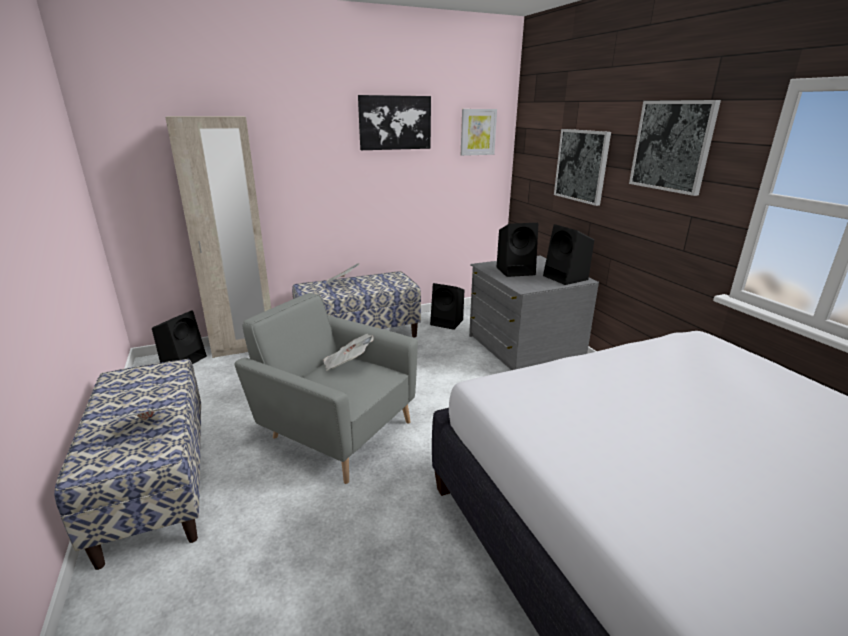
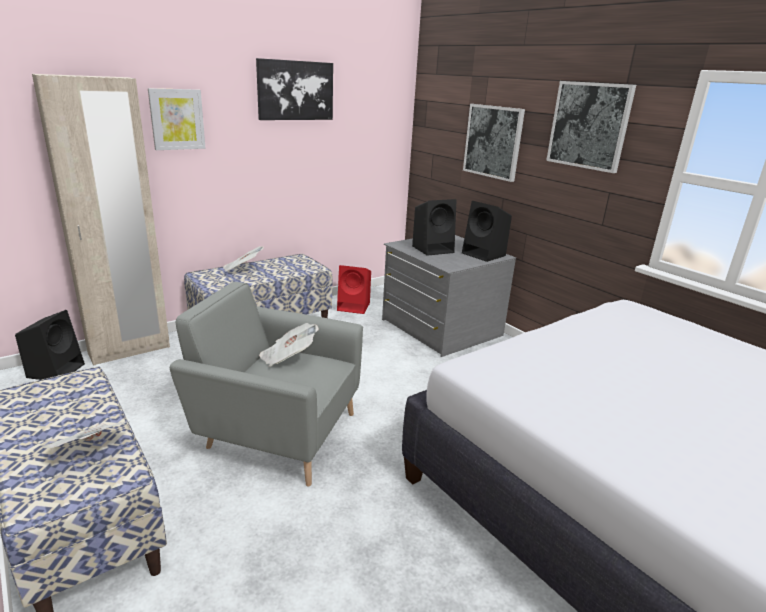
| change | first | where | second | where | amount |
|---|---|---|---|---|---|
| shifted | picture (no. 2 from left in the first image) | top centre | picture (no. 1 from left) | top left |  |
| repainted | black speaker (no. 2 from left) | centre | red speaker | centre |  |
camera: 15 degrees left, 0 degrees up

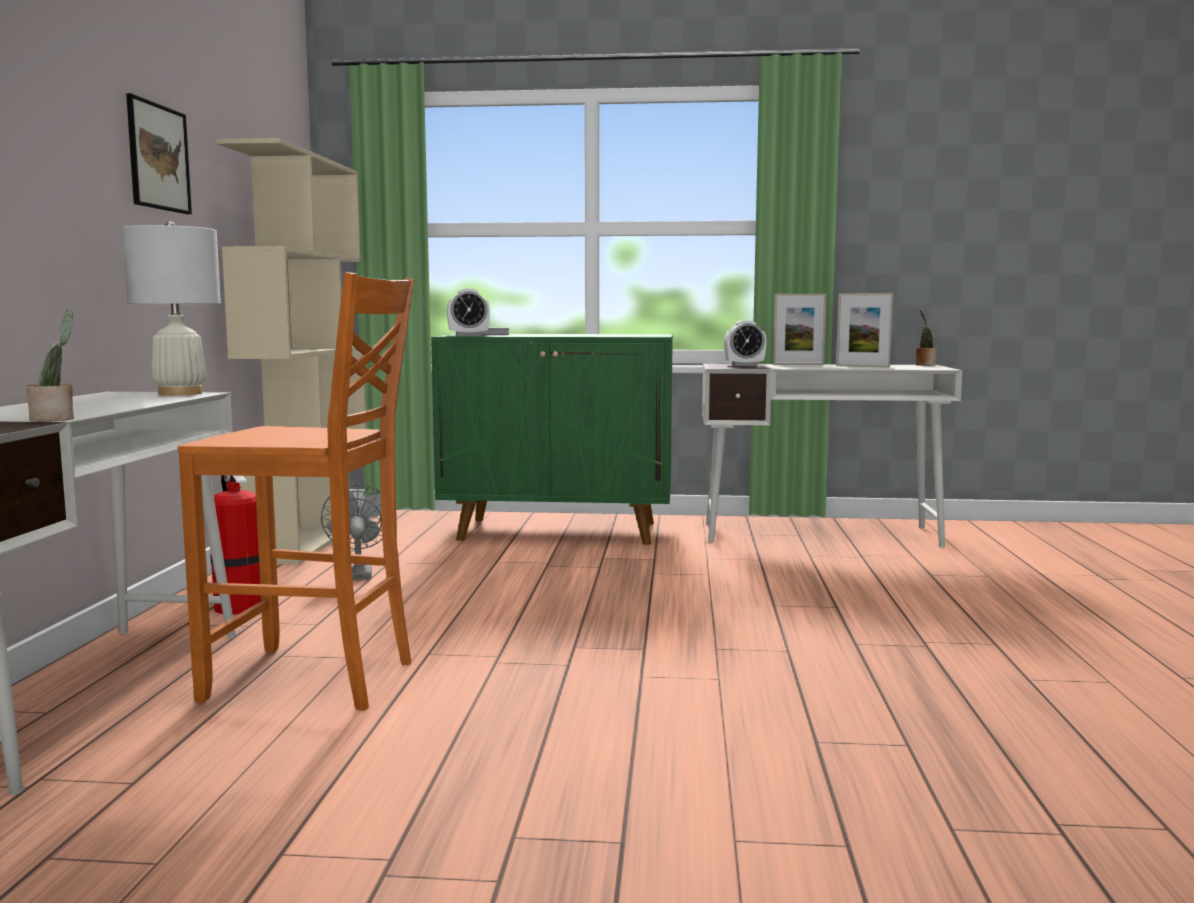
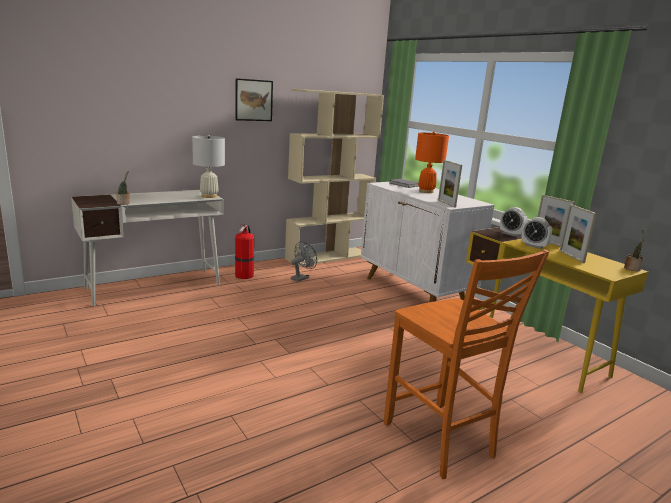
| change | first | where | second | where | amount |
|---|---|---|---|---|---|
| shifted | orange chair | middle left |  | bottom right |  |
| shifted | alarm clock (no. 1 from left in the first image) | centre | alarm clock (no. 2 from left) | middle right |  |
| repainted | green cabinet | centre | white cabinet | centre |  |
| repainted | white desk (no. 2 from left) | middle right | yellow desk | middle right |  |
| new |  |  | orange table lamp | top centre |  |
| new |  |  | picture frame (no. 1 from left) | middle right |  |
camera: 50 degrees right, 10 degrees up

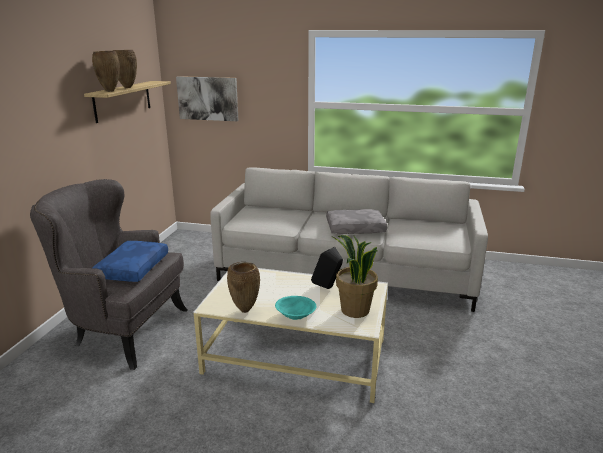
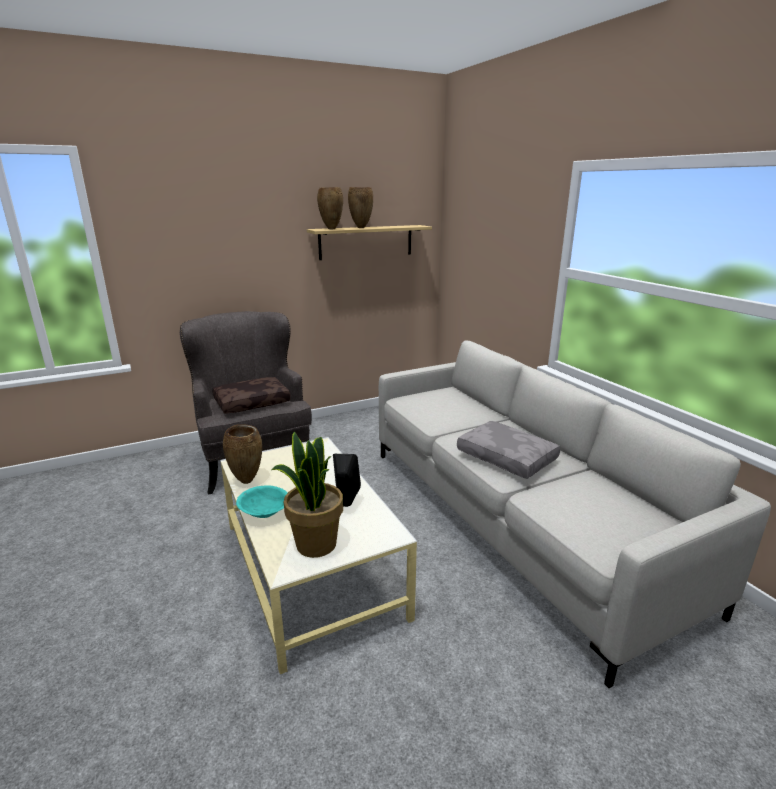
| change | first | where | second | where | amount |
|---|---|---|---|---|---|
| gone | picture | top centre |  |  |  |
| repainted | blue pillow | middle left | brown pillow | middle left |  |
camera: 50 degrees right, 0 degrees up

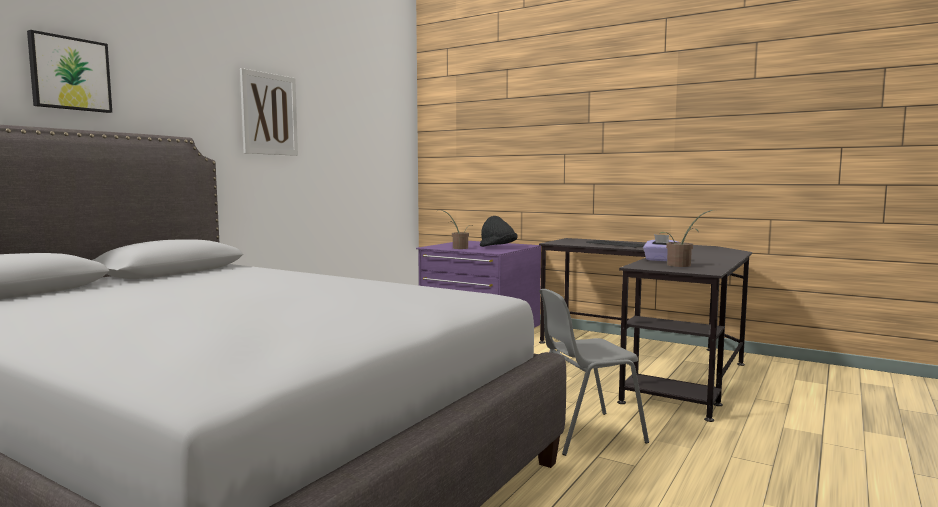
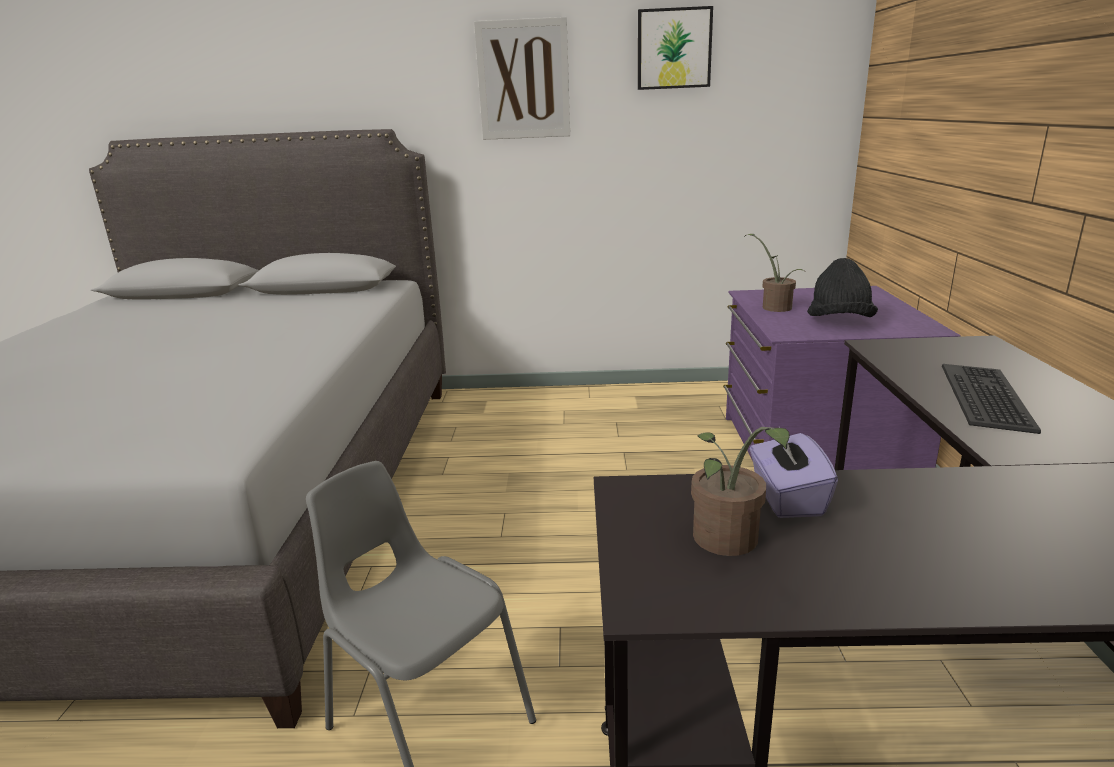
| change | first | where | second | where | amount |
|---|---|---|---|---|---|
| shifted | picture (no. 1 from left in the first image) | top left | picture (no. 2 from left) | top centre |  |
camera: 60 degrees right, 15 degrees up

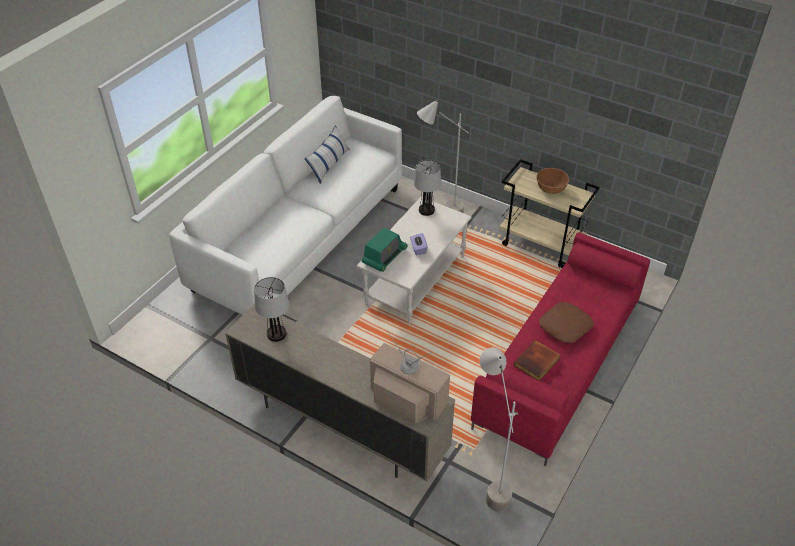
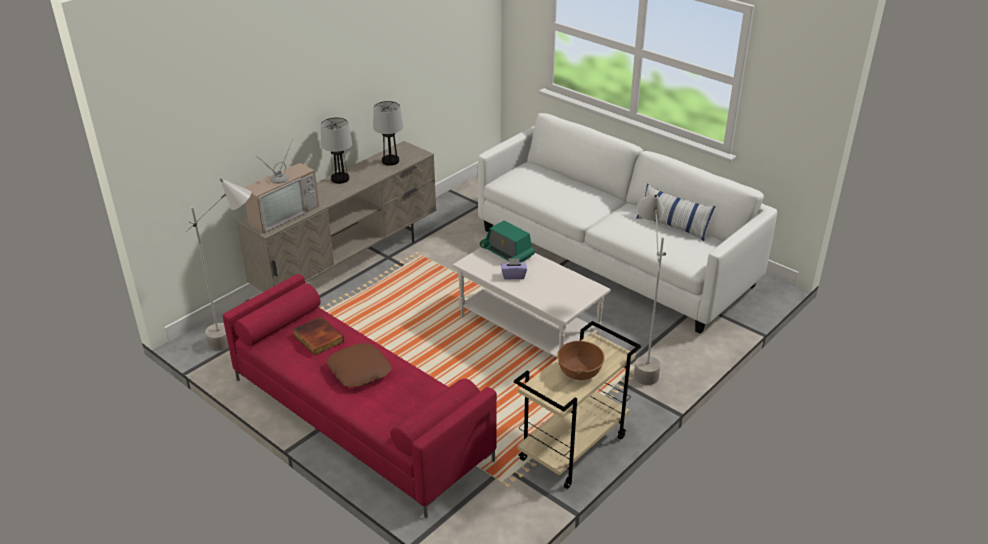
| change | first | where | second | where | amount |
|---|---|---|---|---|---|
| shifted | table lamp (no. 2 from left in the first image) | centre | table lamp (no. 1 from left) | top centre |  |
camera: 100 degrees right, 10 degrees down

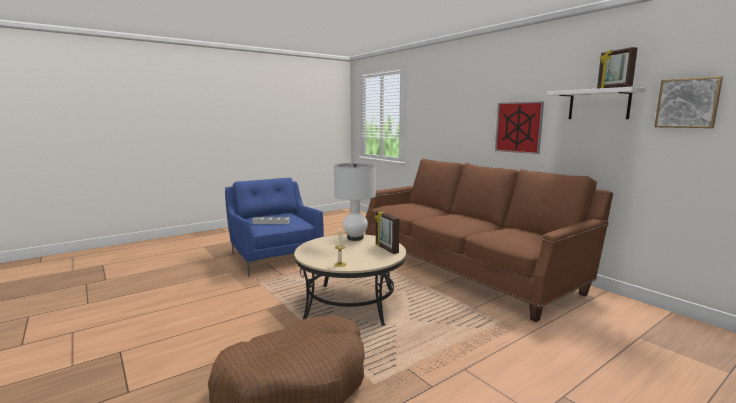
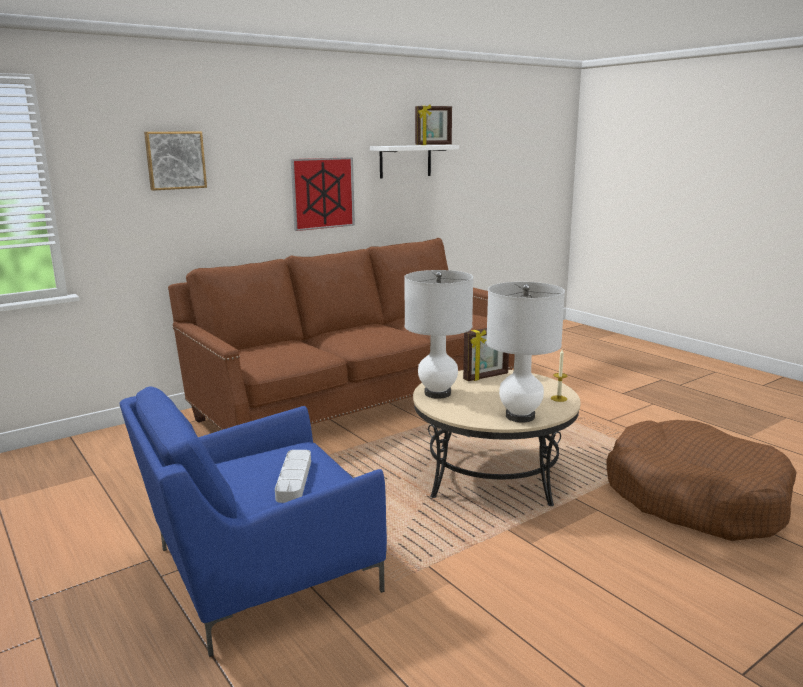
| change | first | where | second | where | amount |
|---|---|---|---|---|---|
| shifted | picture (no. 2 from left in the first image) | top right | picture (no. 1 from left) | top left |  |
| new |  |  | white table lamp (no. 2 from left) | centre |  |
camera: 90 degrees left, 5 degrees up

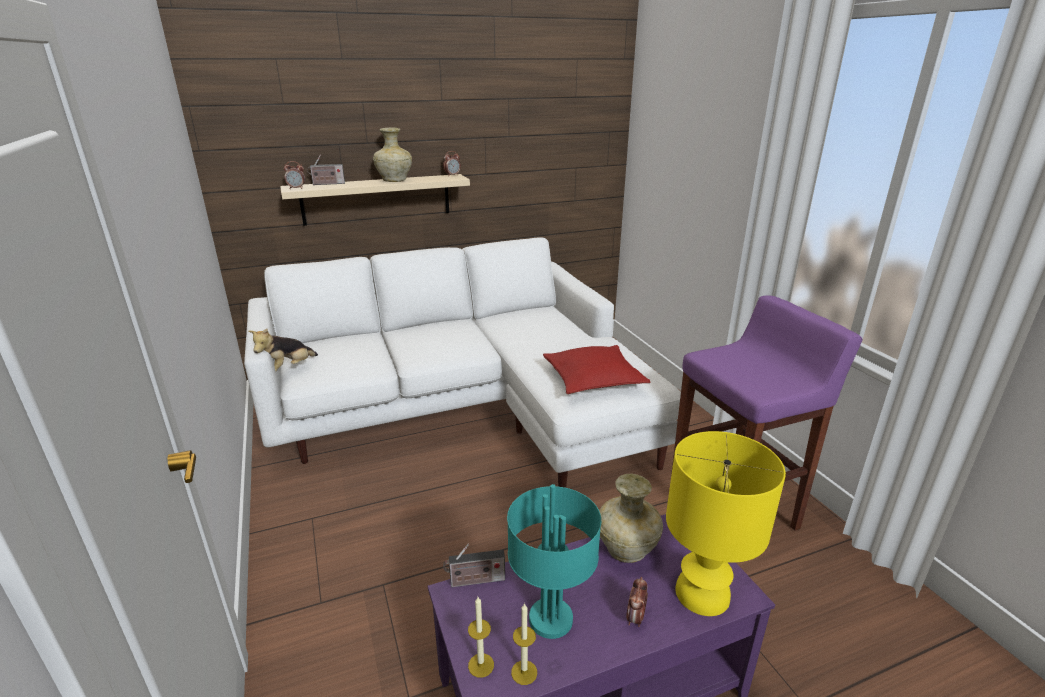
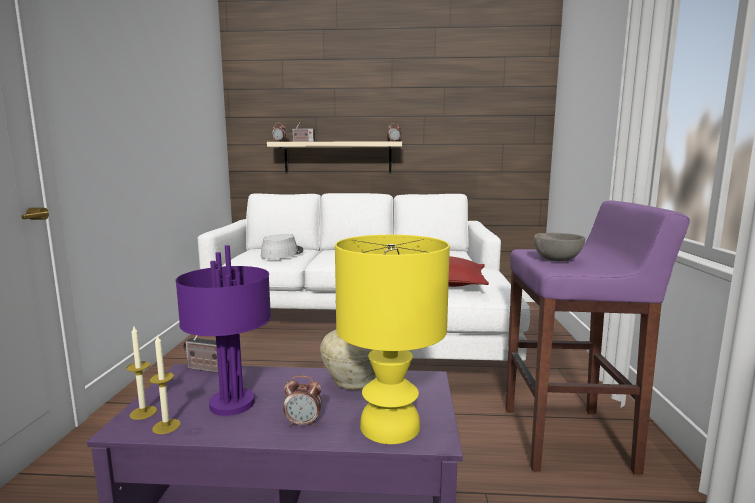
| change | first | where | second | where | amount |
|---|---|---|---|---|---|
| gone | beige vase (no. 1 from left) | top centre |  |  |  |
| gone | plush toy | middle left |  |  |  |
| repainted | turquoise table lamp | bottom centre | purple table lamp | middle left |  |
| rotated | alarm clock (no. 3 from left in the first image) | bottom centre | alarm clock (no. 2 from left) | bottom centre | 135 degrees counterclockwise |
| new |  |  | grey bowl | middle right |  |
| new |  |  | grey hat | centre |  |
camera: 25 degrees right, 15 degrees down

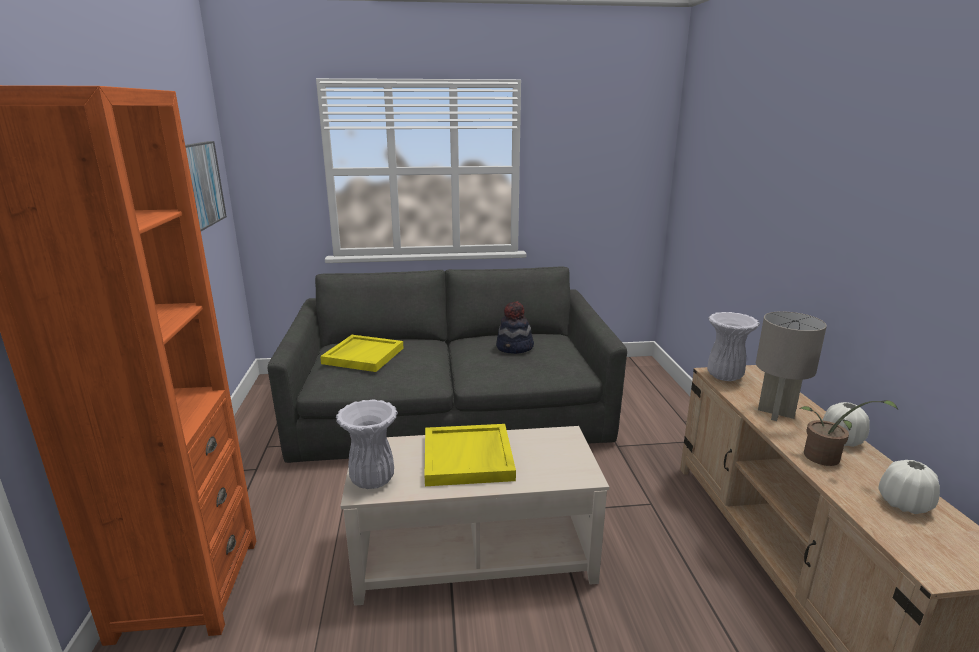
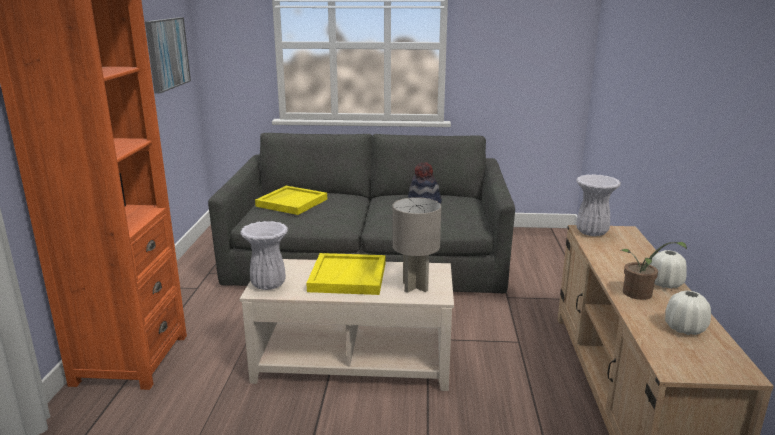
| change | first | where | second | where | amount |
|---|---|---|---|---|---|
| shifted | grey table lamp | middle right |  | centre |  |
camera: 10 degrees right, 0 degrees up

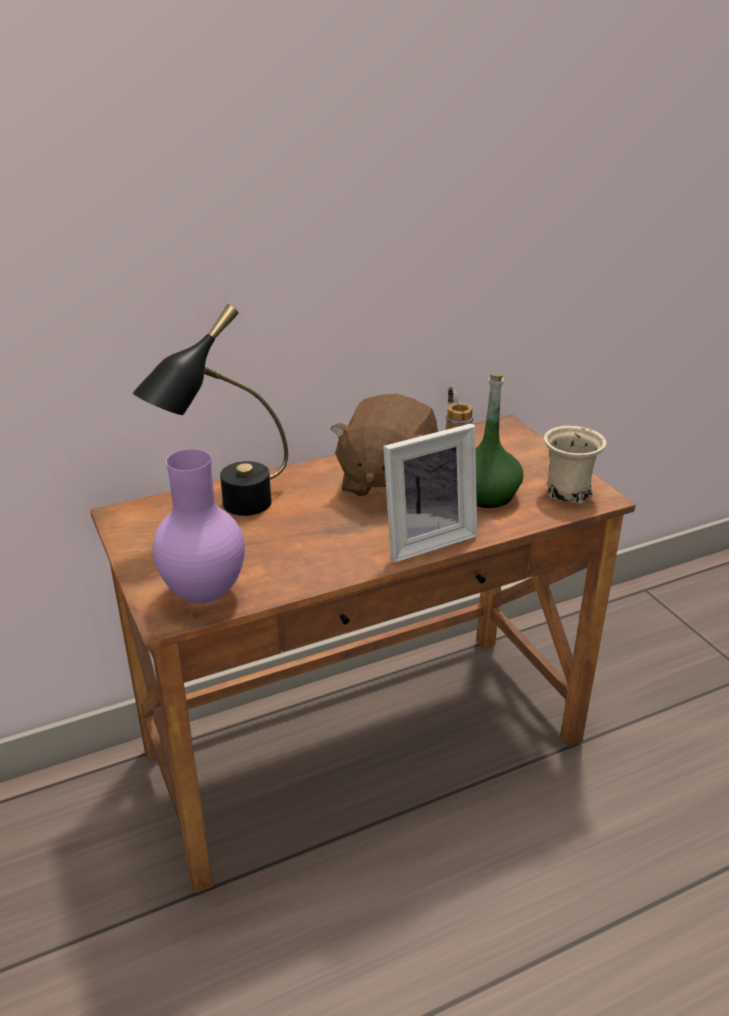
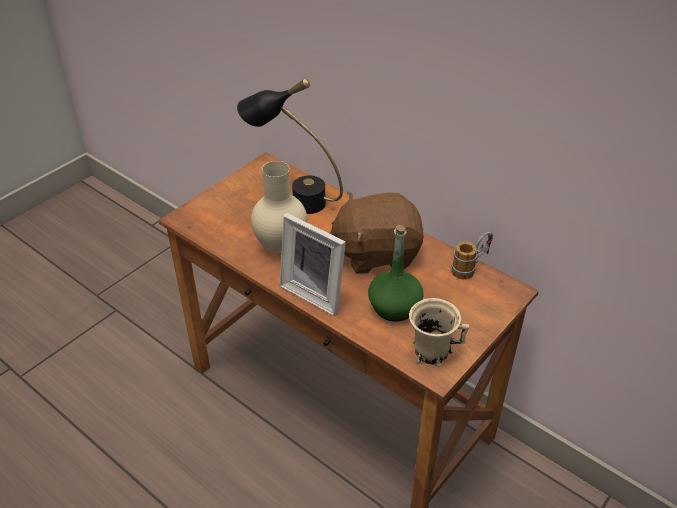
| change | first | where | second | where | amount |
|---|---|---|---|---|---|
| gone | purple vase | middle left |  |  |  |
| new |  |  | beige vase | centre |  |
camera: 65 degrees right, 10 degrees up

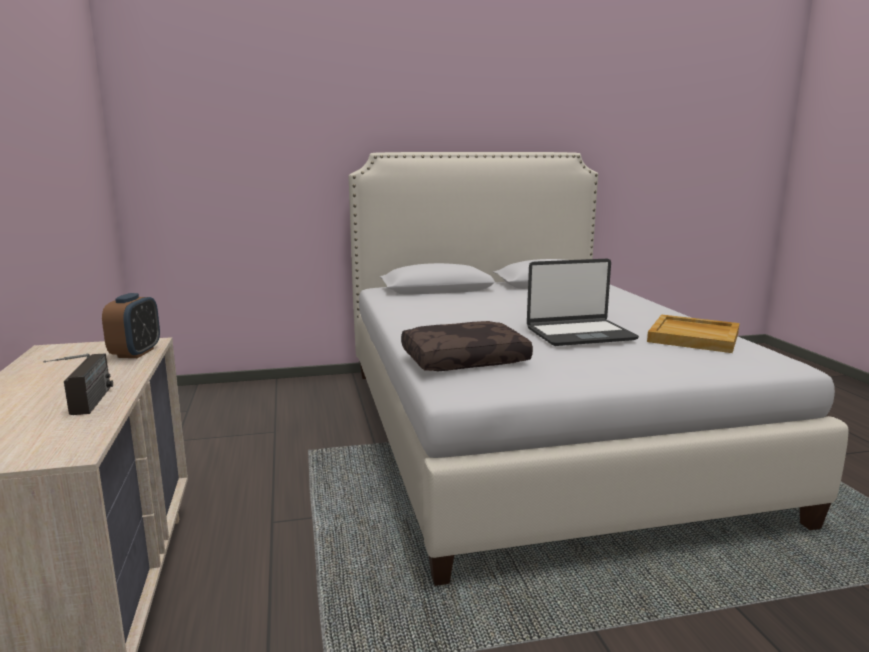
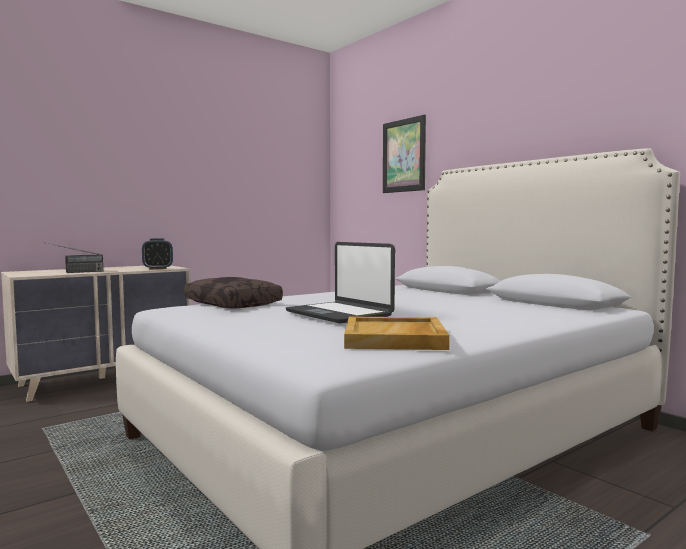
| change | first | where | second | where | amount |
|---|---|---|---|---|---|
| new |  |  | picture | top centre |  |
camera: 65 degrees right, 10 degrees down

